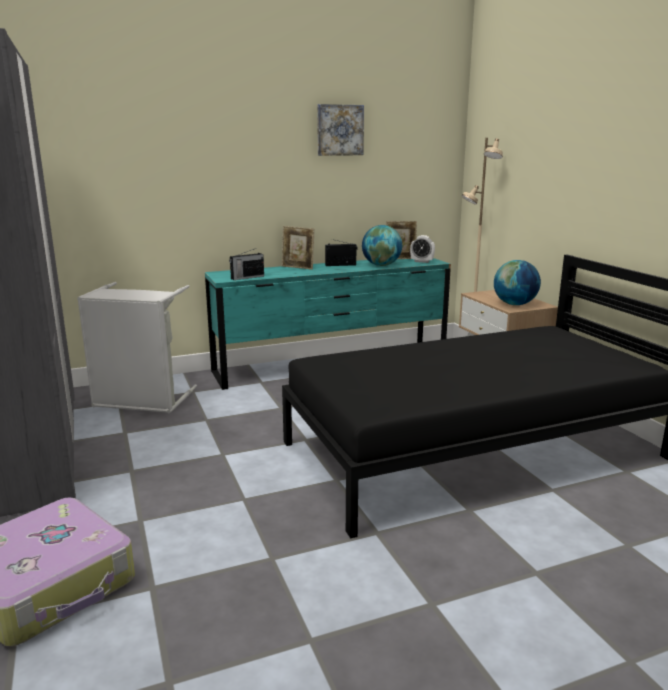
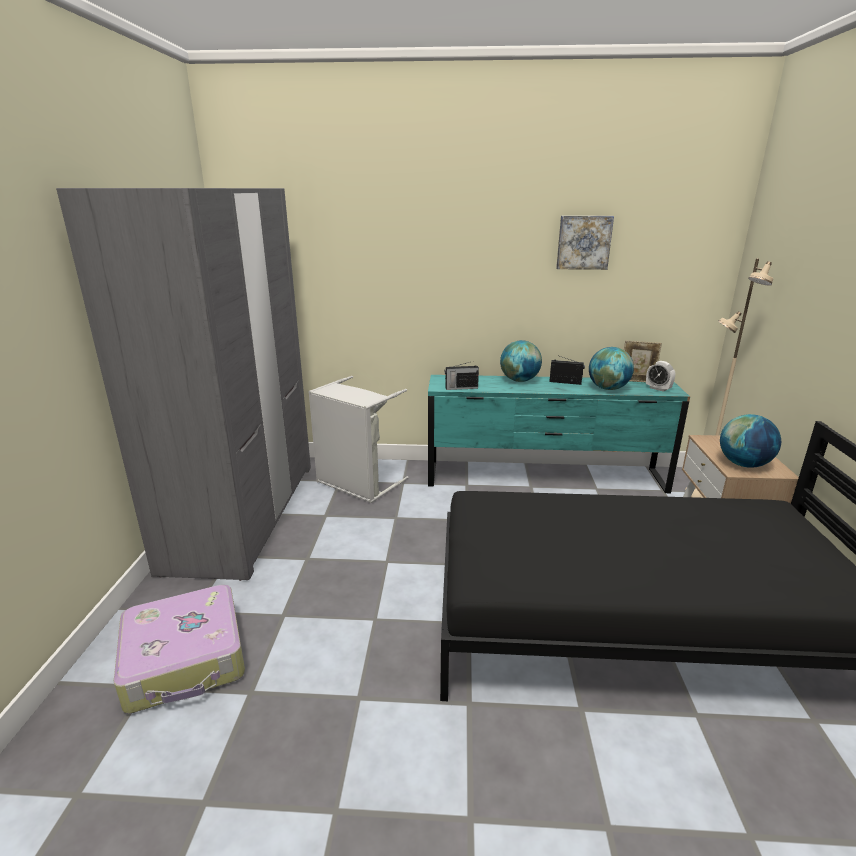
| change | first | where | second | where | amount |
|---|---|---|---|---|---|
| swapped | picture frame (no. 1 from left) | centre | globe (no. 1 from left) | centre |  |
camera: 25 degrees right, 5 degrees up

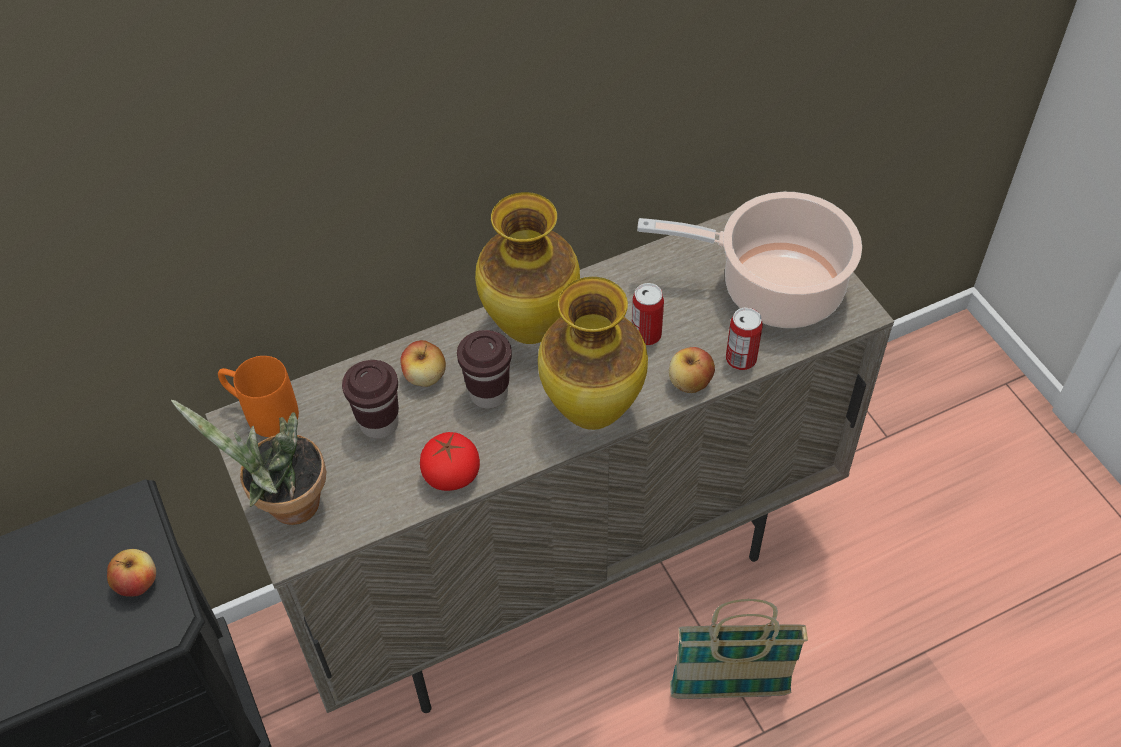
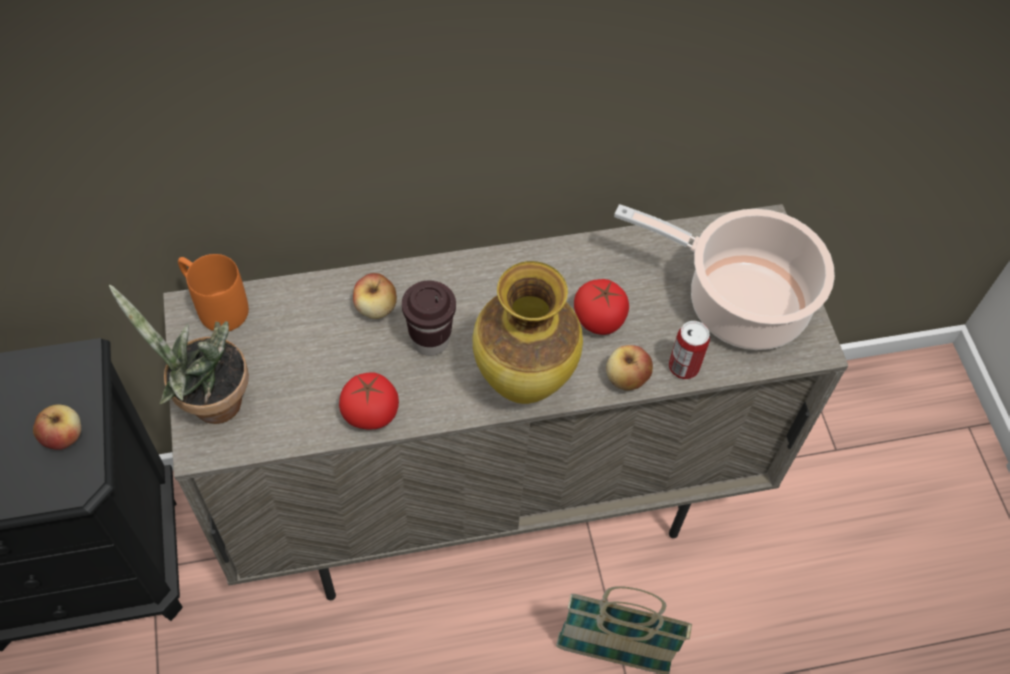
| change | first | where | second | where | amount |
|---|---|---|---|---|---|
| gone | vase (no. 1 from left) | centre |  |  |  |
| swapped | can (no. 1 from left) | centre | tomato (no. 2 from left) | centre |  |
| gone | brown cup (no. 1 from left) | middle left |  |  |  |
camera: 10 degrees right, 5 degrees up

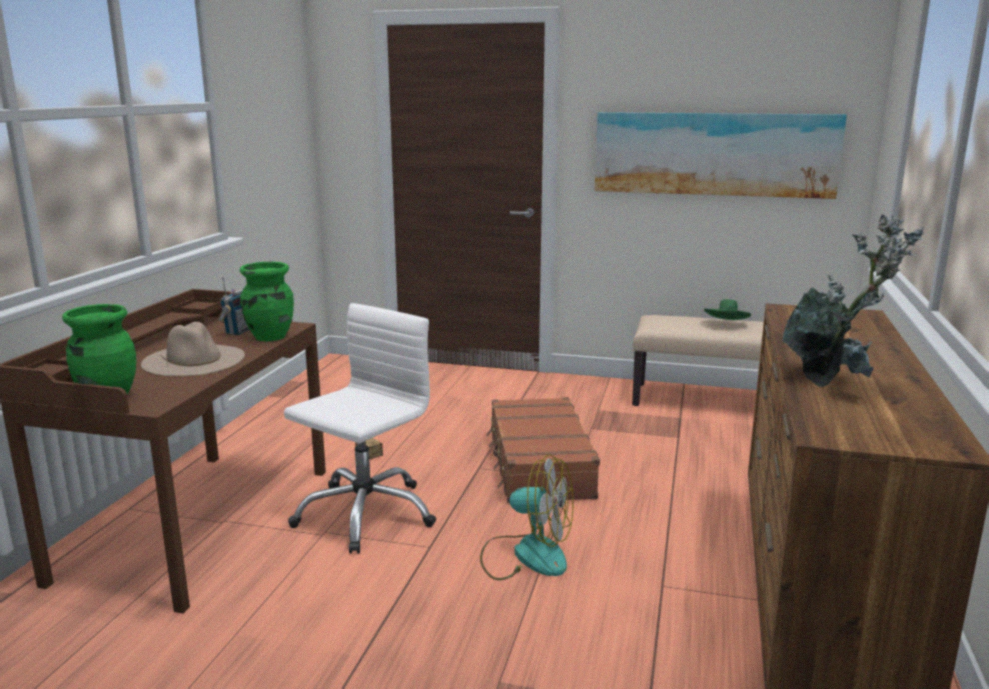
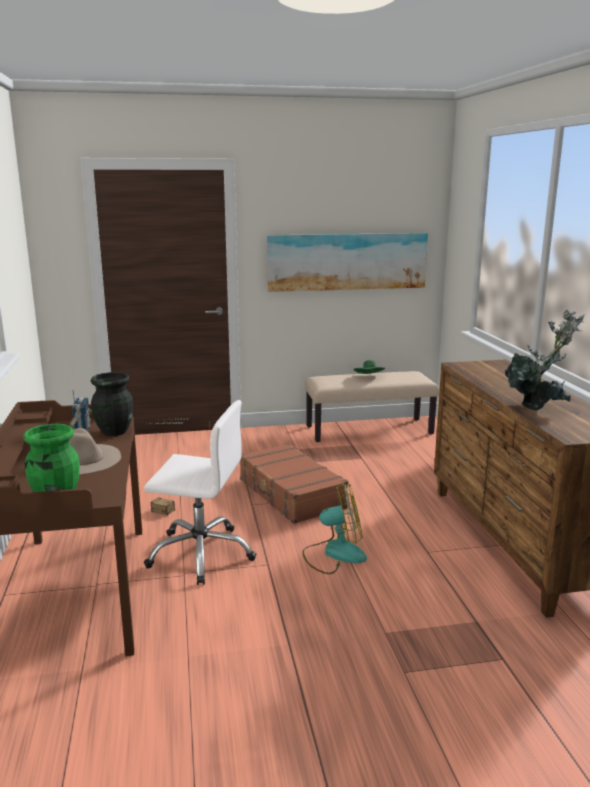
| change | first | where | second | where | amount |
|---|---|---|---|---|---|
| repainted | green vase (no. 2 from left) | middle left | black vase | middle left |  |
| rotated | white office chair | centre |  | centre | 90 degrees clockwise |
camera: 25 degrees left, 0 degrees up

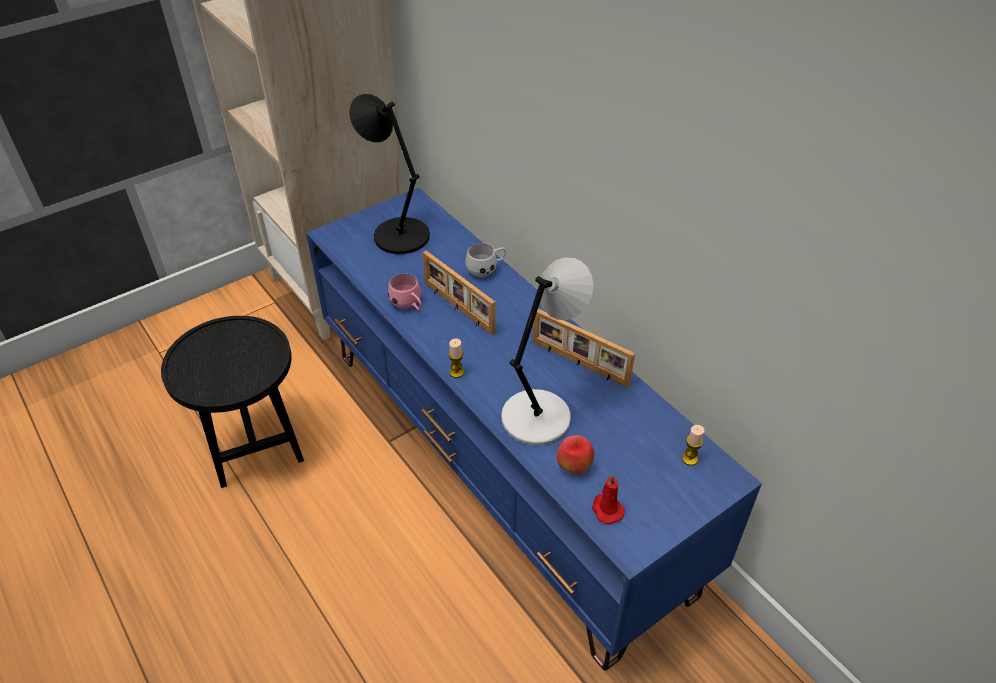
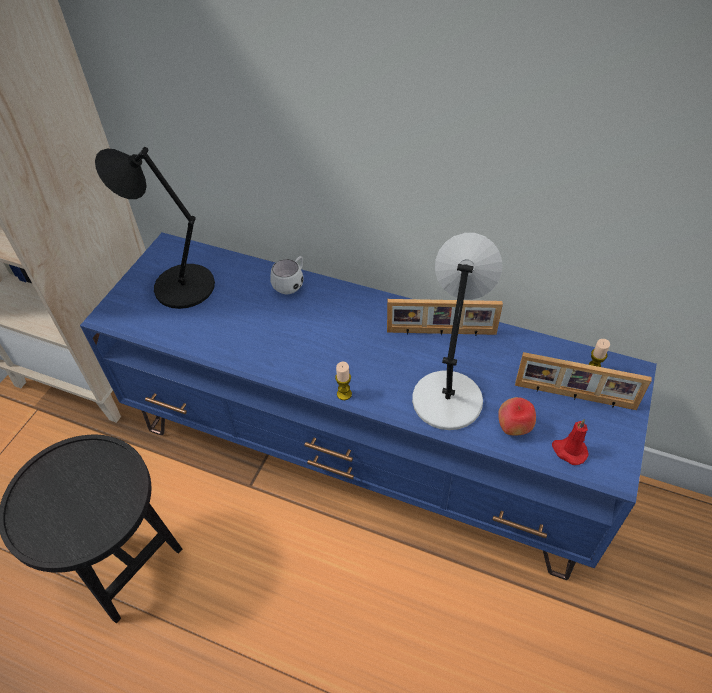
| change | first | where | second | where | amount |
|---|---|---|---|---|---|
| shifted | picture frame (no. 1 from left in the first image) | centre | picture frame (no. 2 from left) | middle right |  |
| gone | pink mug | centre |  |  |  |
camera: 30 degrees left, 5 degrees up

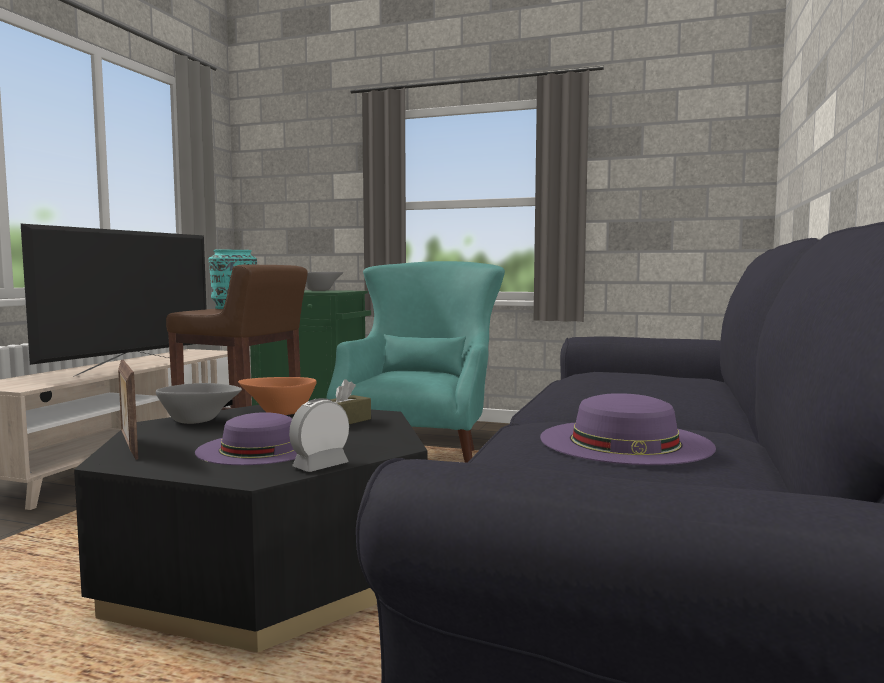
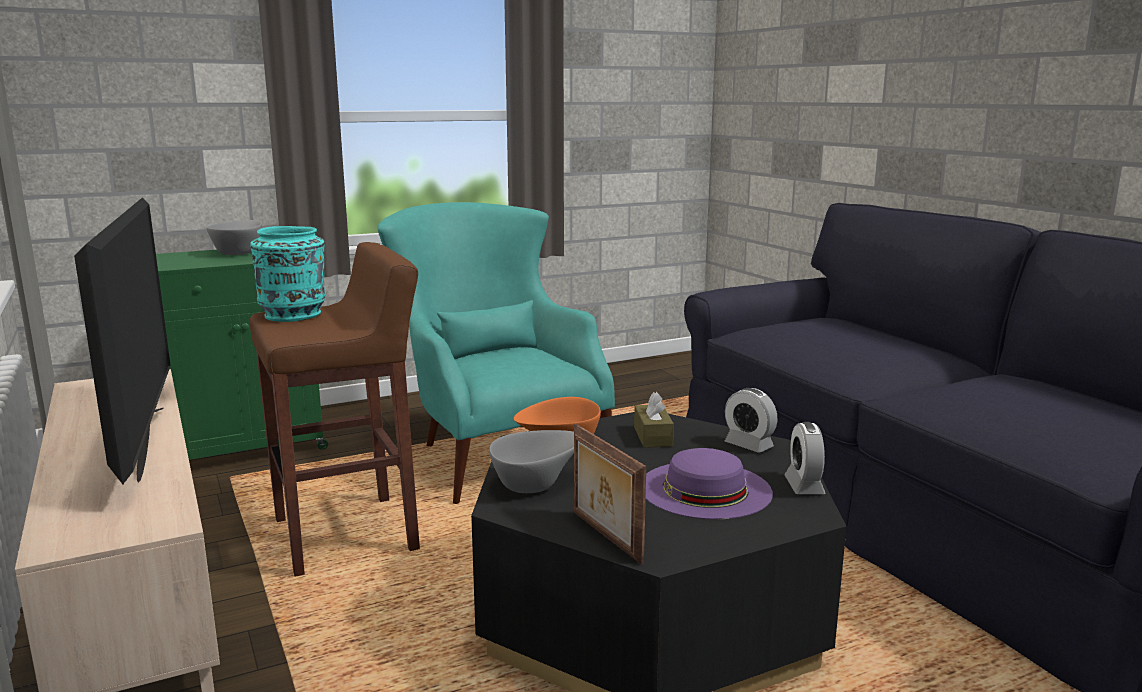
| change | first | where | second | where | amount |
|---|---|---|---|---|---|
| rotated | picture frame | middle left |  | bottom centre | 45 degrees clockwise |
| gone | purple hat (no. 2 from left) | middle right |  |  |  |
| new |  |  | alarm clock (no. 1 from left) | centre |  |
camera: 45 degrees left, 10 degrees up

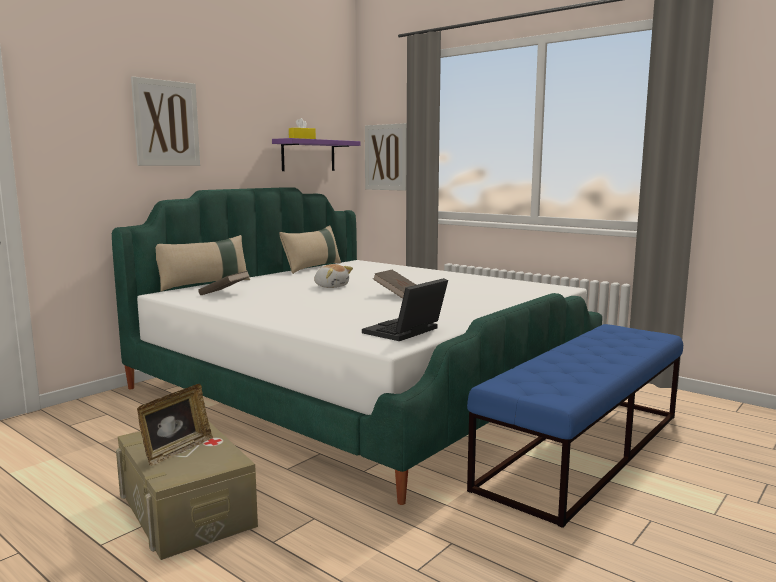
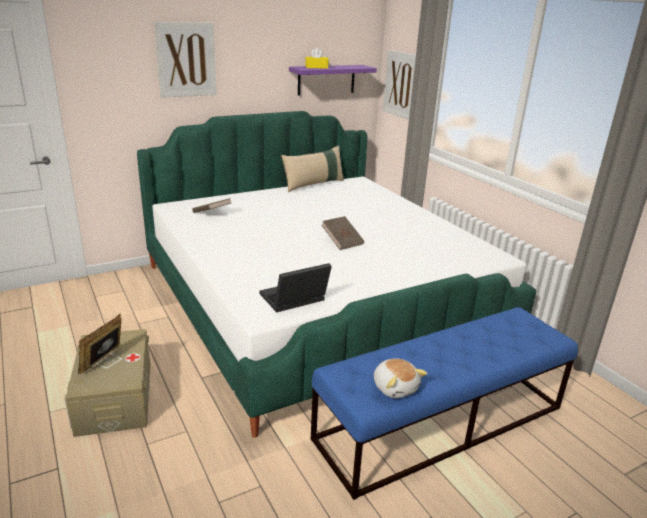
| change | first | where | second | where | amount |
|---|---|---|---|---|---|
| gone | beige pillow (no. 1 from left) | middle left |  |  |  |
| shifted | plush toy | centre |  | bottom centre |  |
| rotated | picture frame | bottom left |  | middle left | 150 degrees clockwise |
camera: 20 degrees right, 15 degrees up

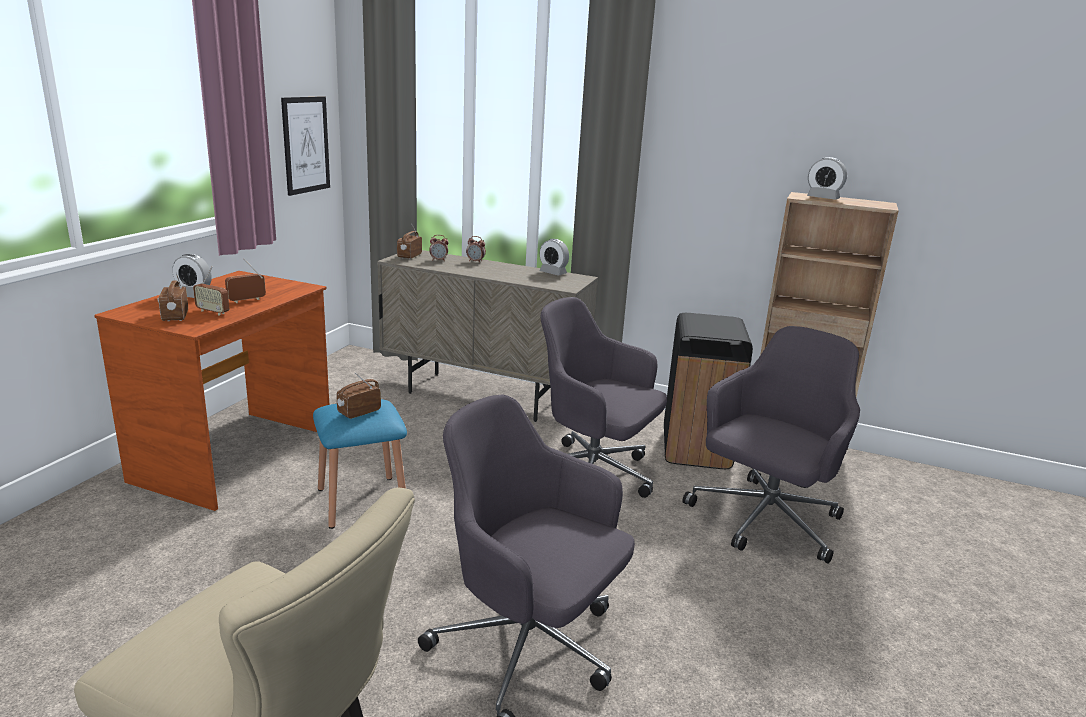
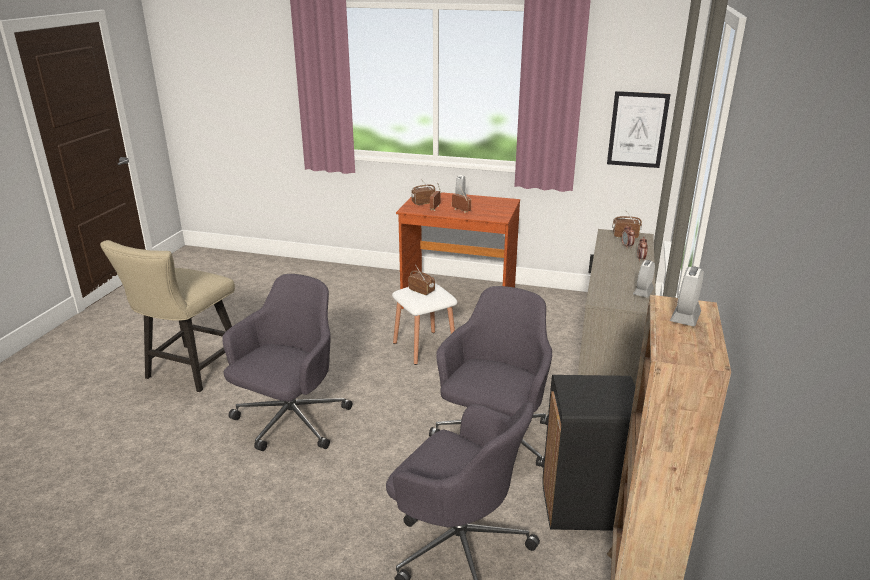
| change | first | where | second | where | amount |
|---|---|---|---|---|---|
| repainted | blue stool | middle left | white stool | centre |  |
camera: 85 degrees right, 5 degrees up

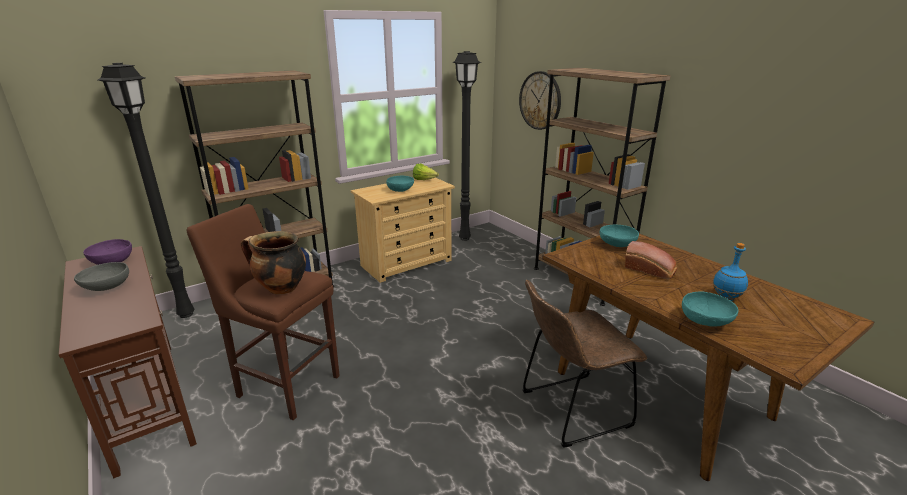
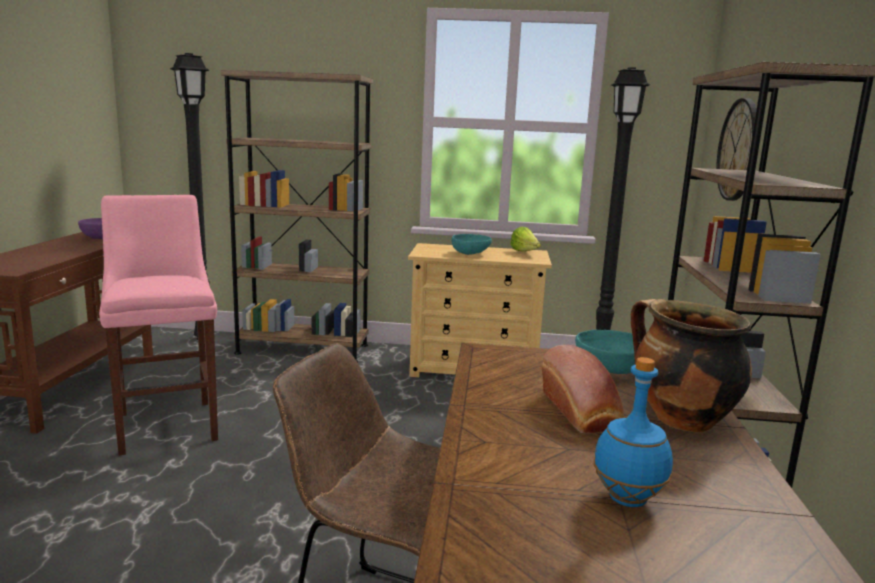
| change | first | where | second | where | amount |
|---|---|---|---|---|---|
| repainted | brown stool | middle left | pink stool | middle left |  |
| shifted | cooking pot | middle left |  | middle right |  |
| gone | grey bowl | middle left |  |  |  |
| gone | turquoise bowl (no. 3 from left) | middle right |  |  |  |
camera: 40 degrees right, 10 degrees down

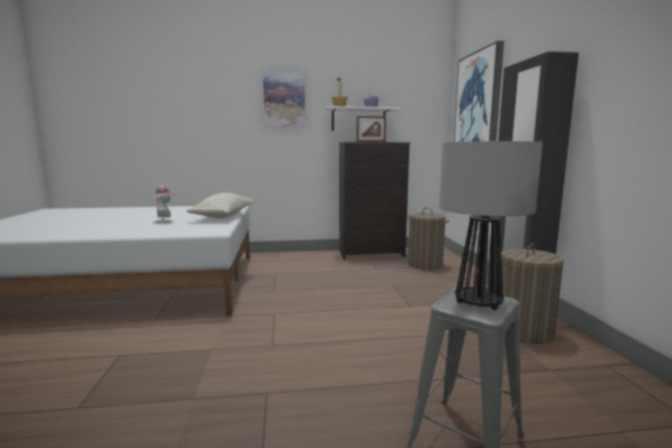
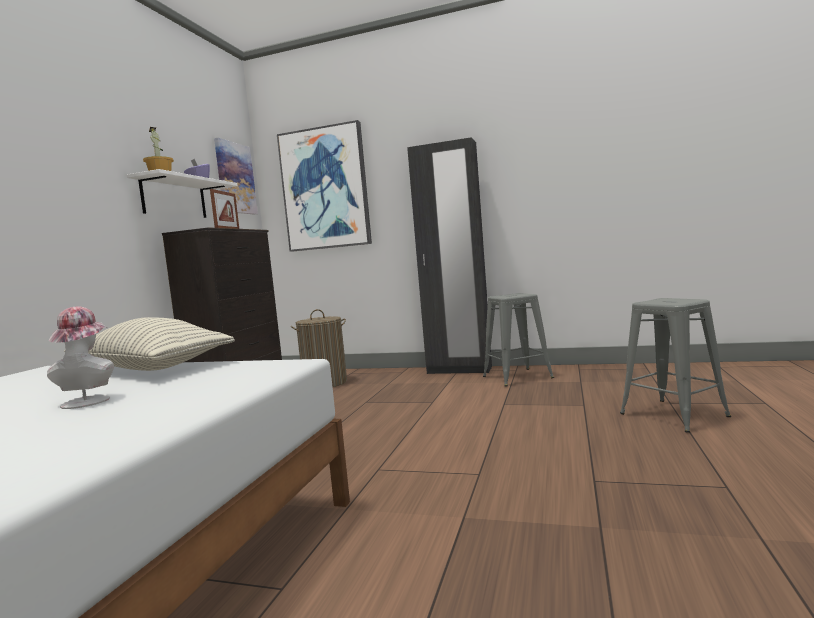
| change | first | where | second | where | amount |
|---|---|---|---|---|---|
| shifted | picture (no. 1 from left) | top centre |  | top left |  |
| gone | table lamp | middle right |  |  |  |
| swapped | laundry basket (no. 2 from left) | middle right | grey stool (no. 1 from left) | centre |  |
camera: 65 degrees left, 5 degrees down

